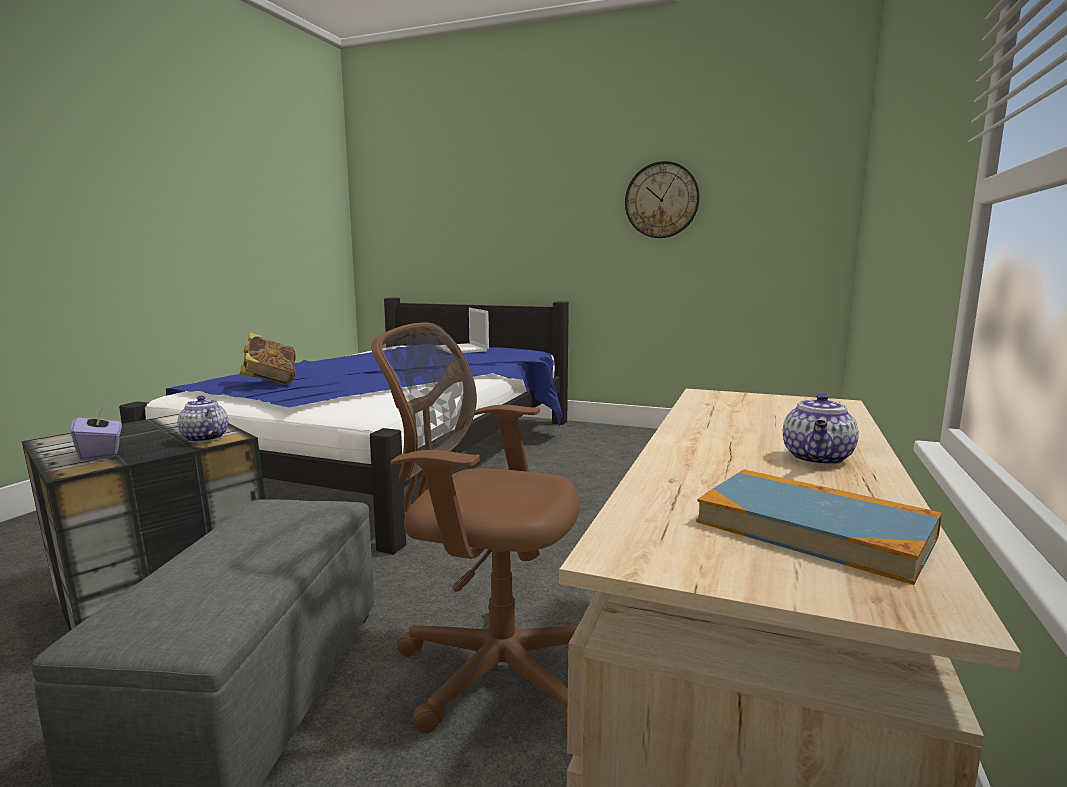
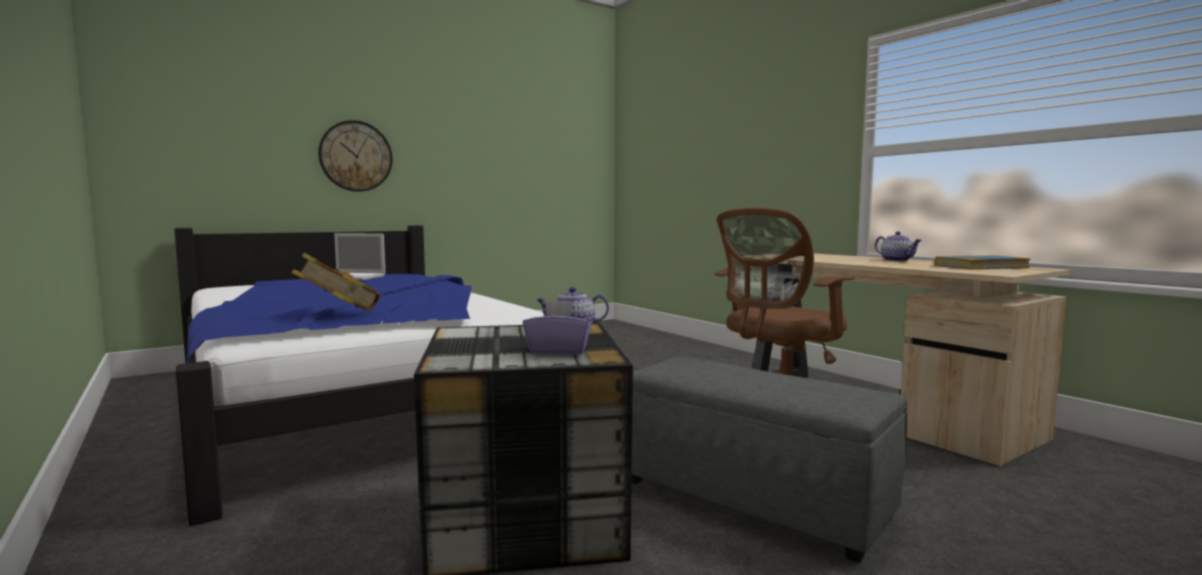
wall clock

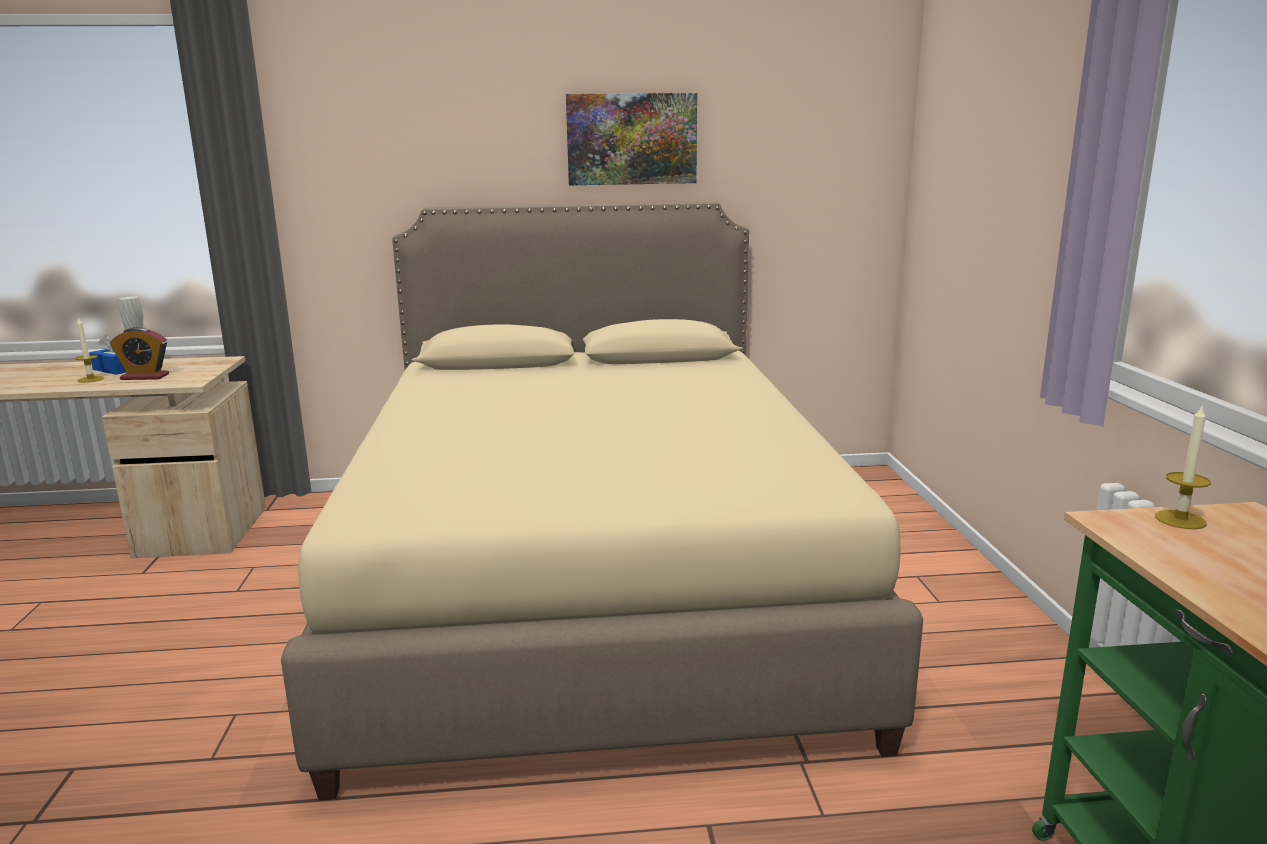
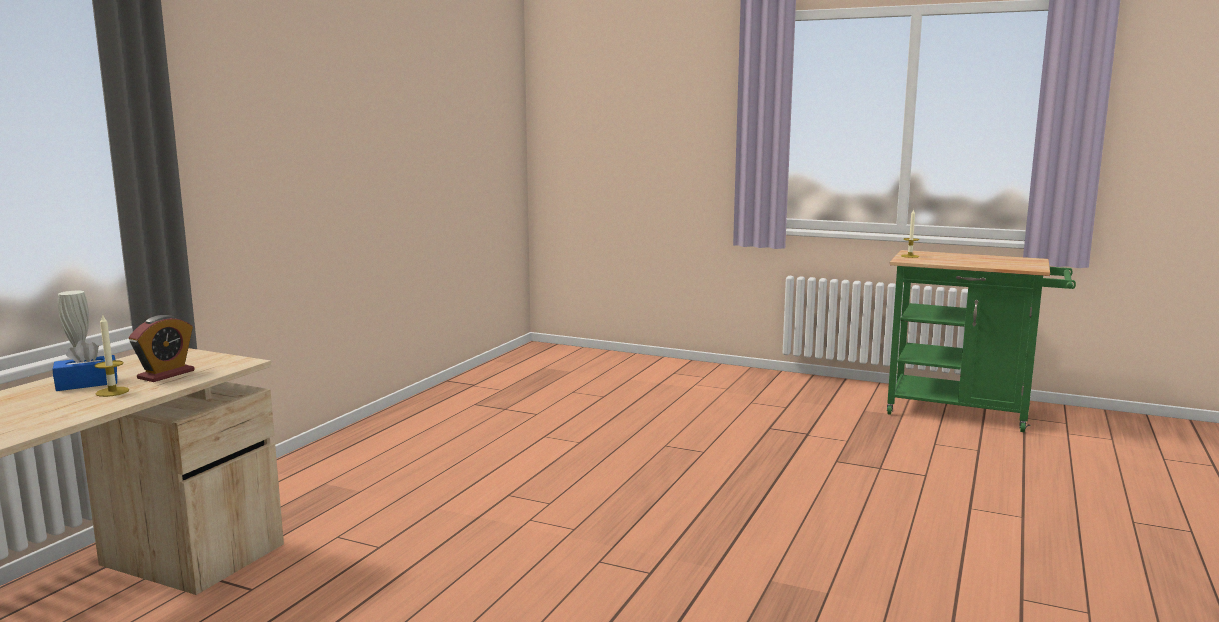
beige bed; picture

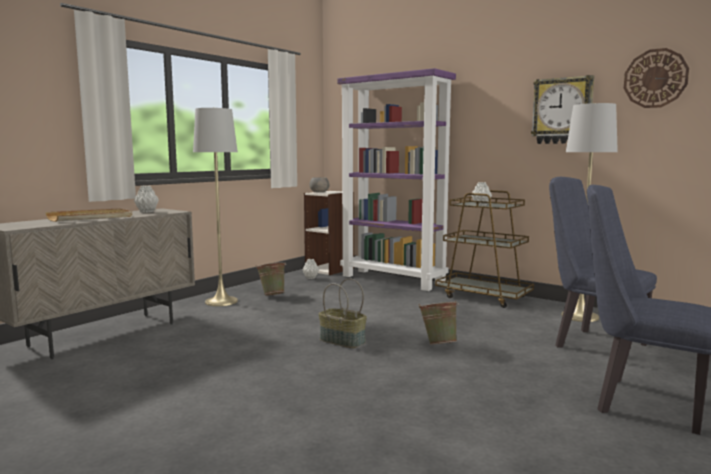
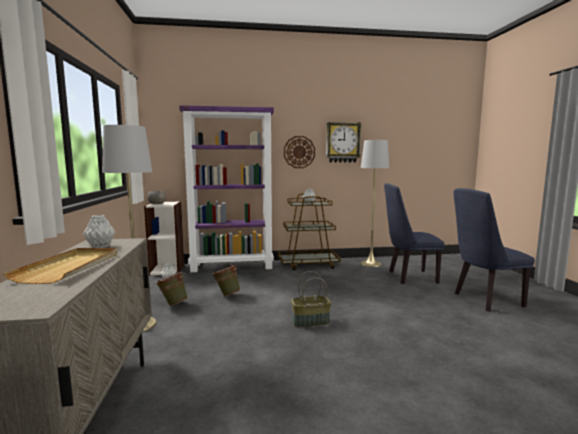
green bucket (2nd from left); wall clock (1st from left)

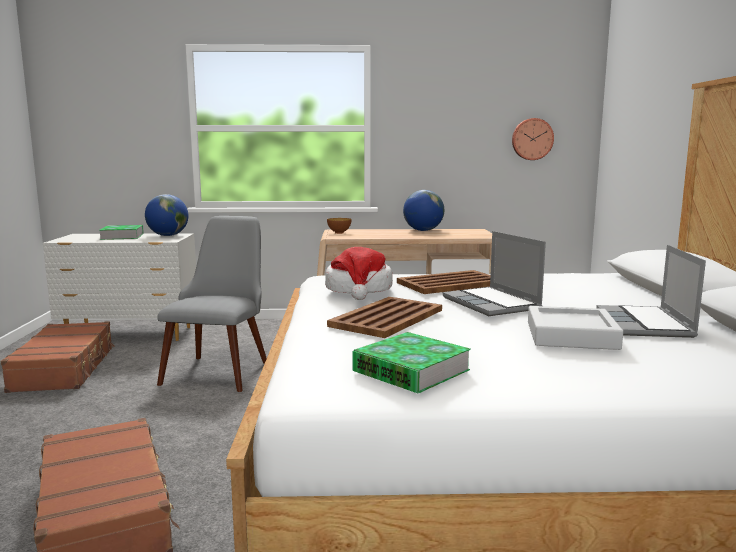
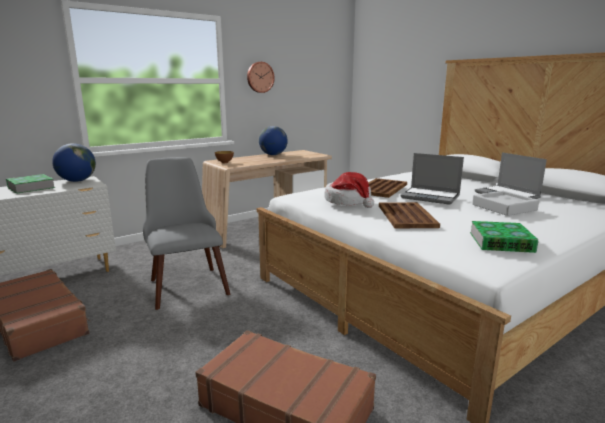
wall clock

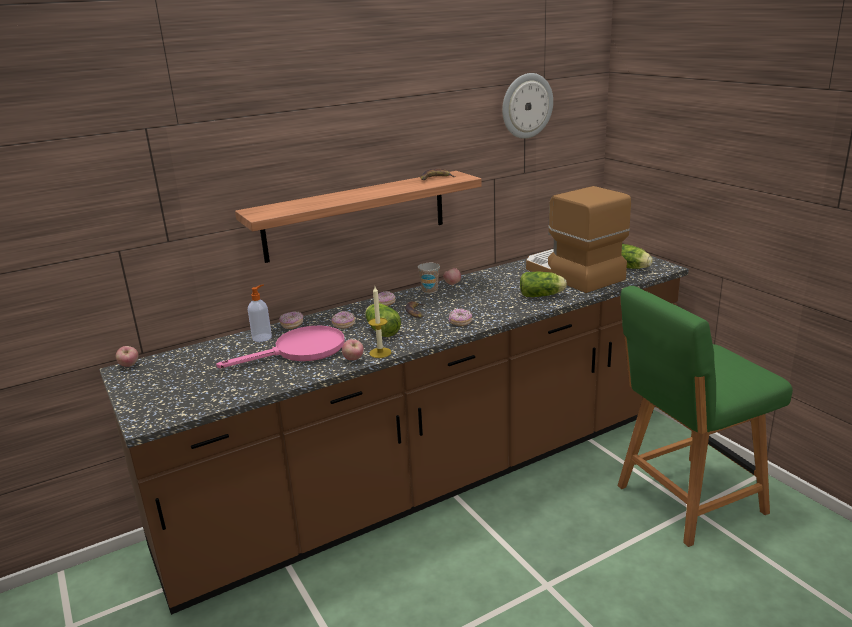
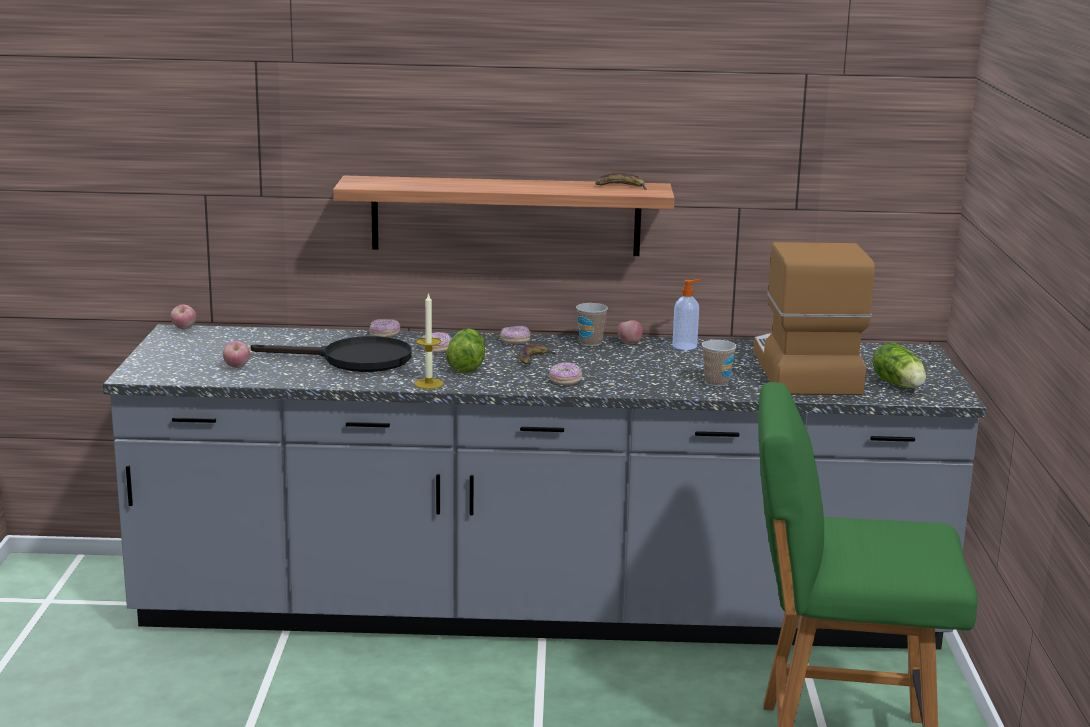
grey counter; black frying pan; soap dispenser; apple (2nd from left); wall clock; cup (2nd from left)

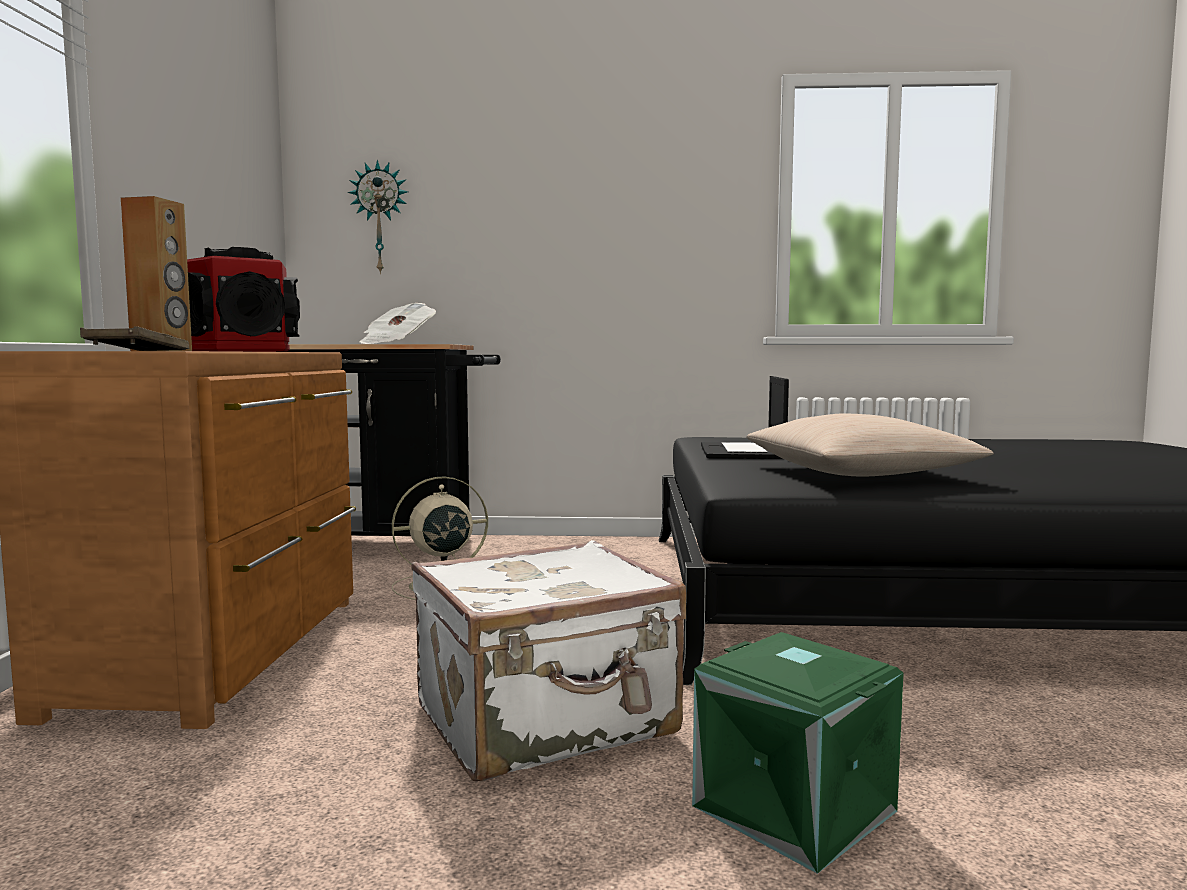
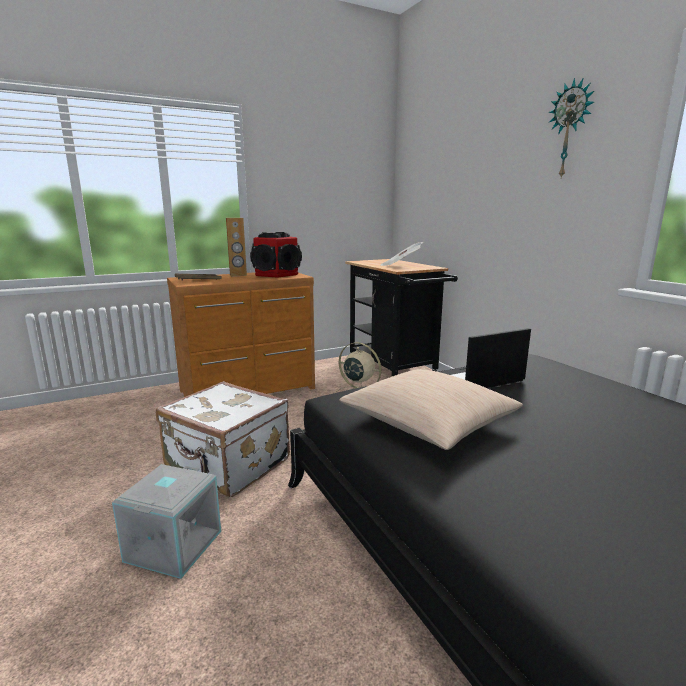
wall clock; grey storage box

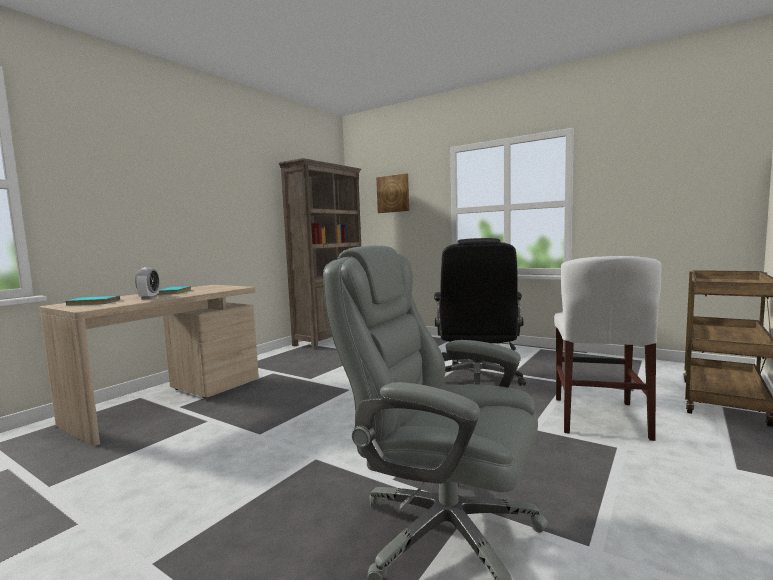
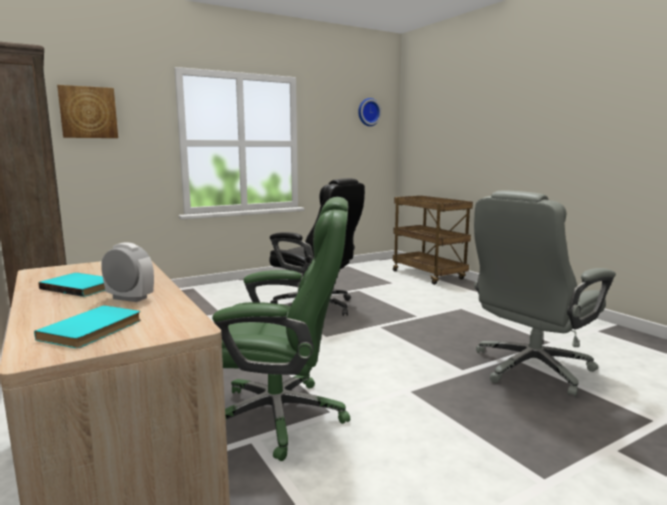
white chair; green office chair; wall clock

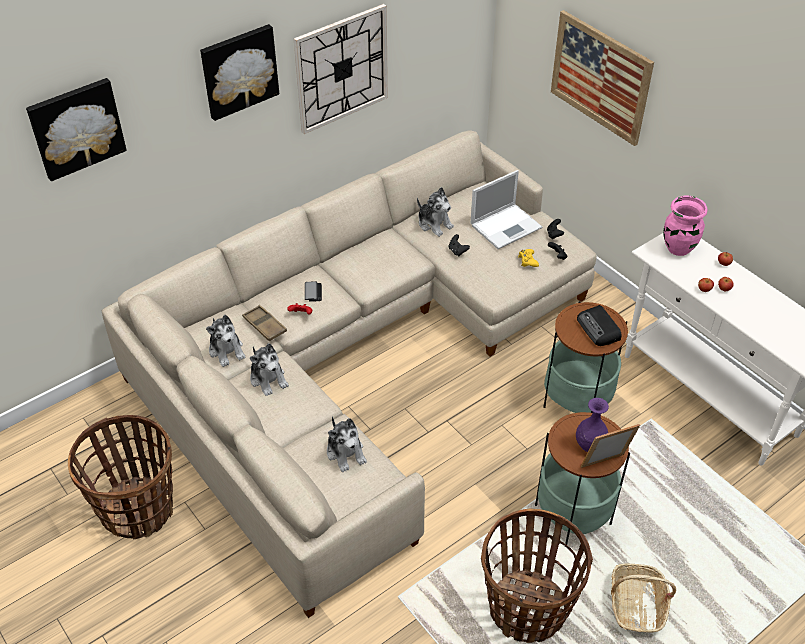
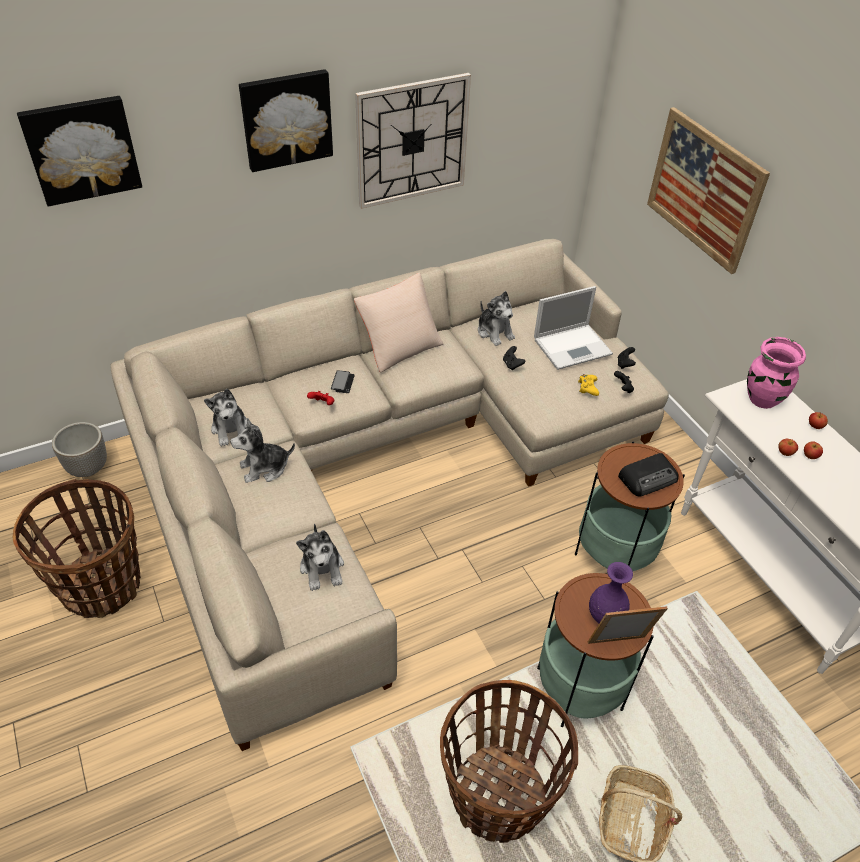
brown tray; plush toy (2nd from left); radio; planter; beige pillow

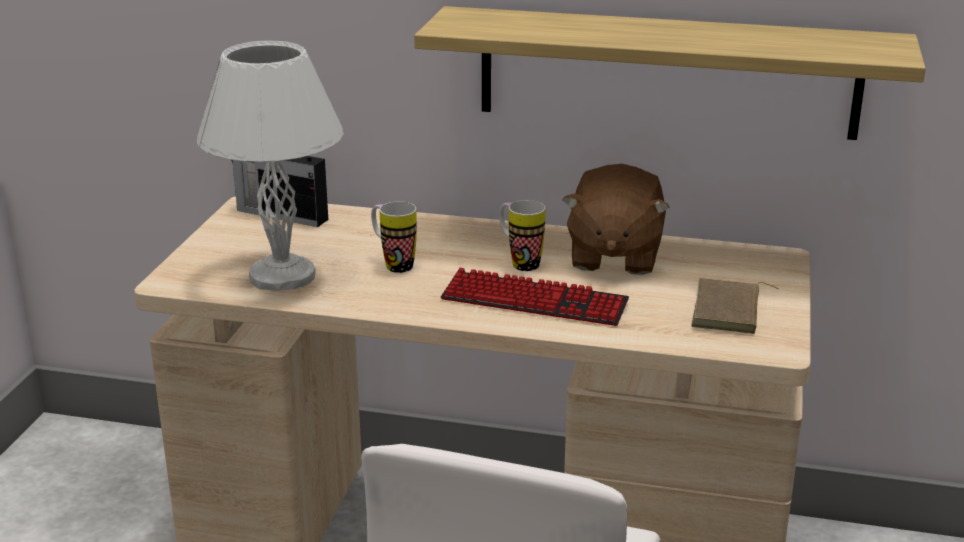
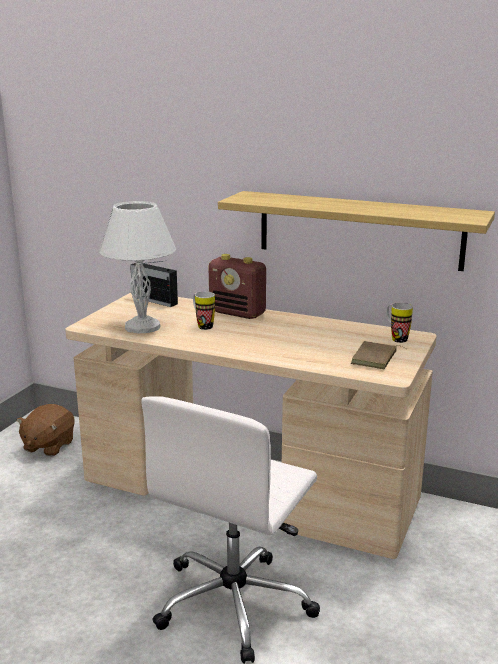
keyboard; mug (2nd from left); brown plush toy; radio (2nd from left)

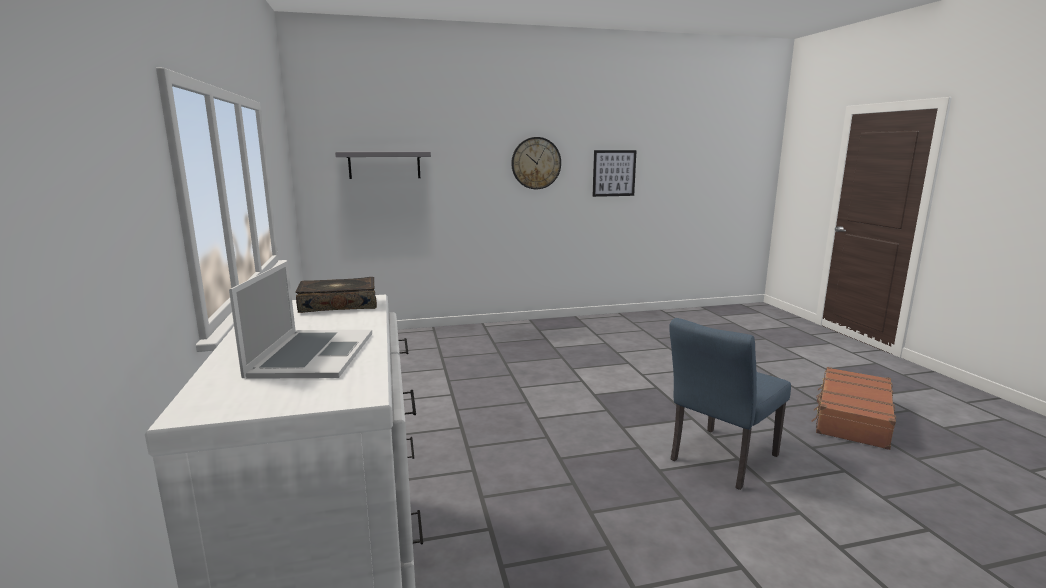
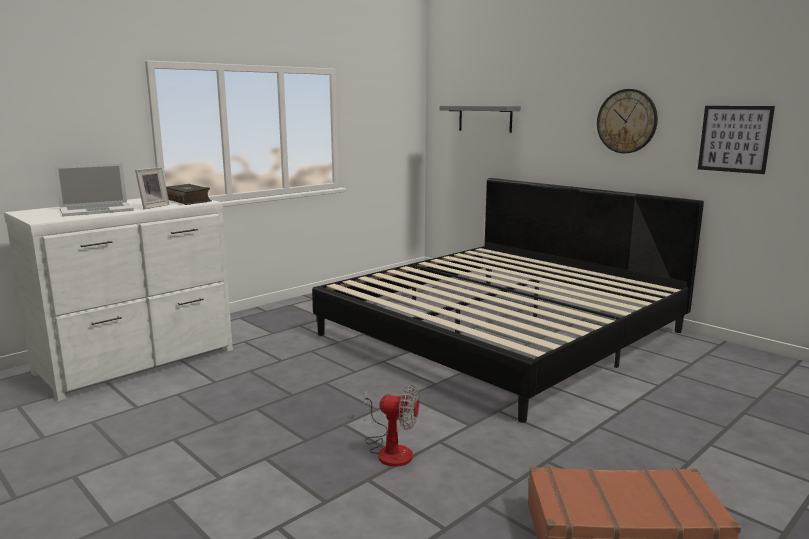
fan; picture frame; bed

